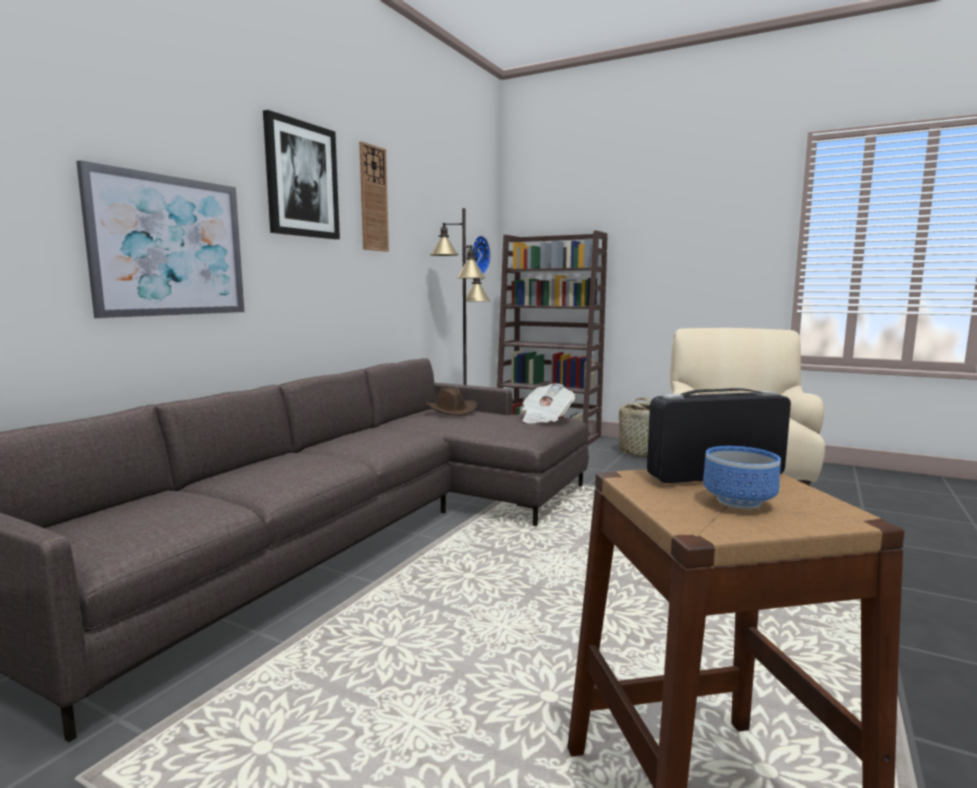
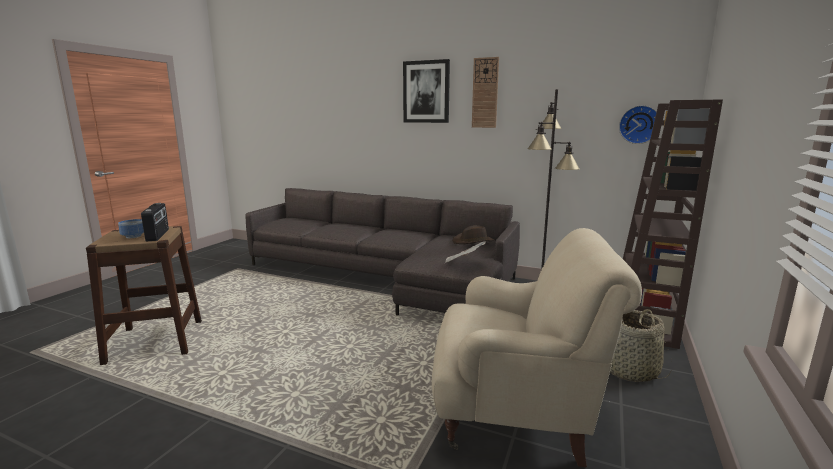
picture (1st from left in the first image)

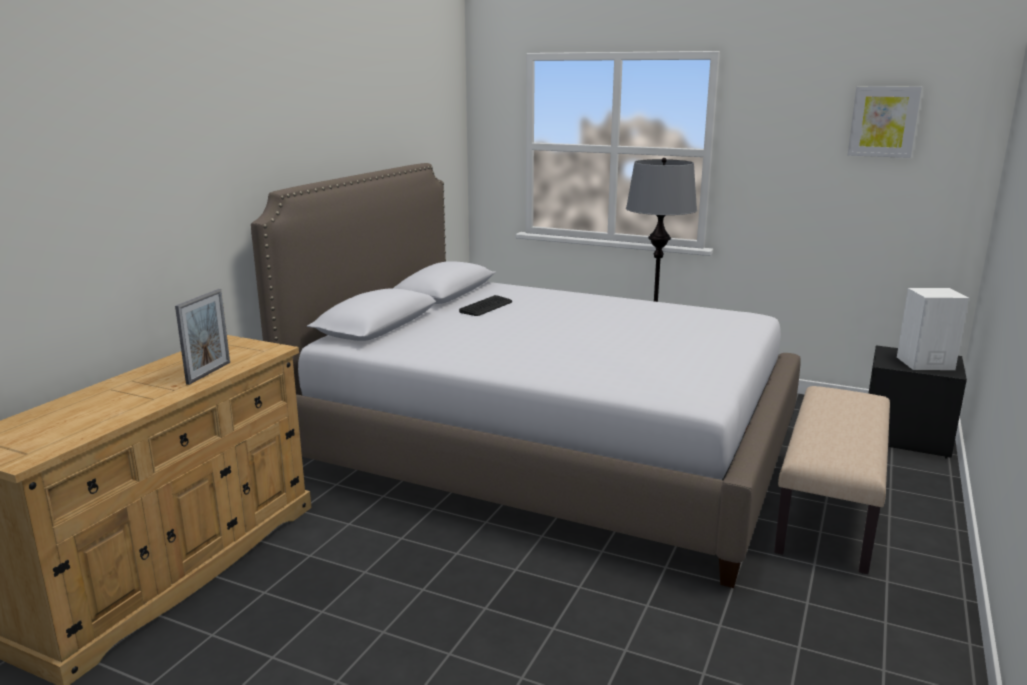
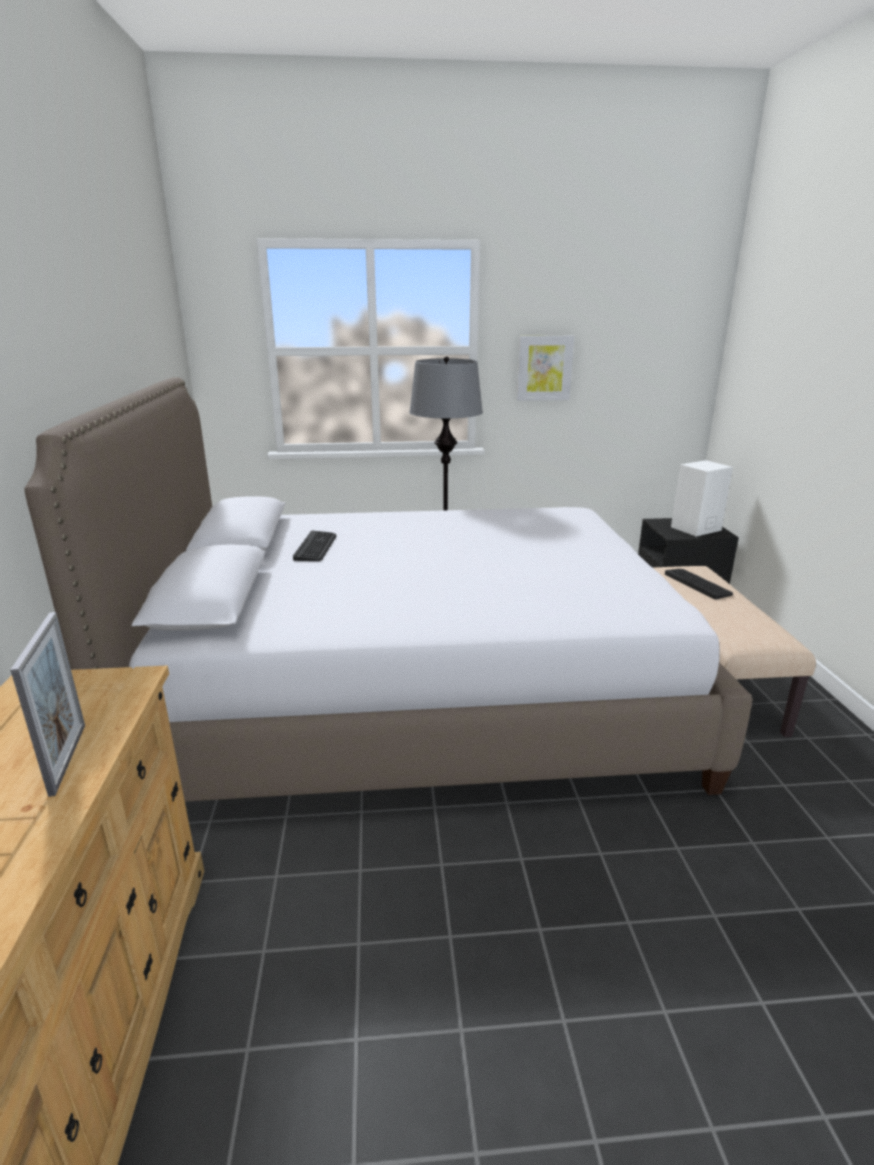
picture; keyboard (2nd from left)

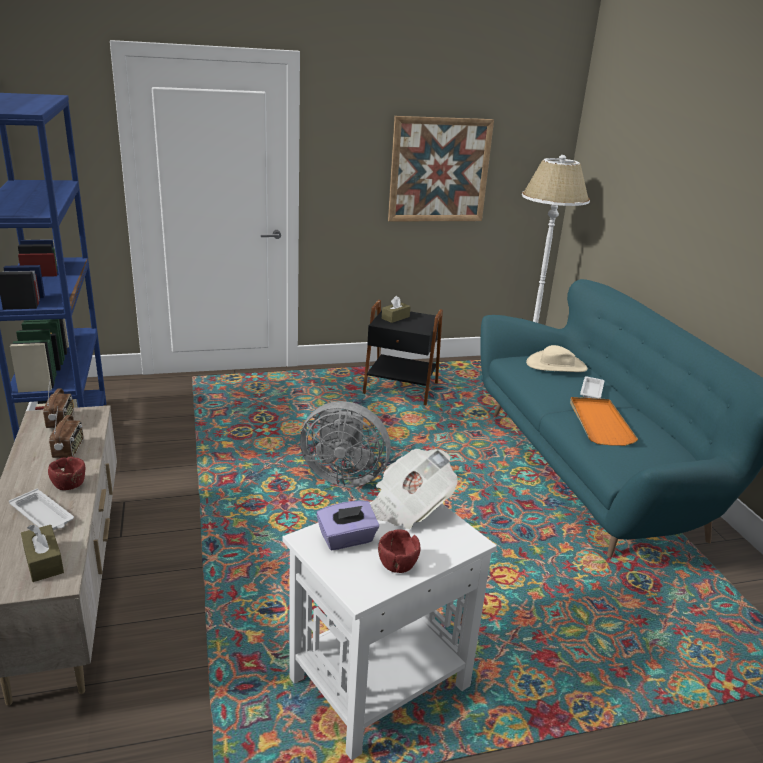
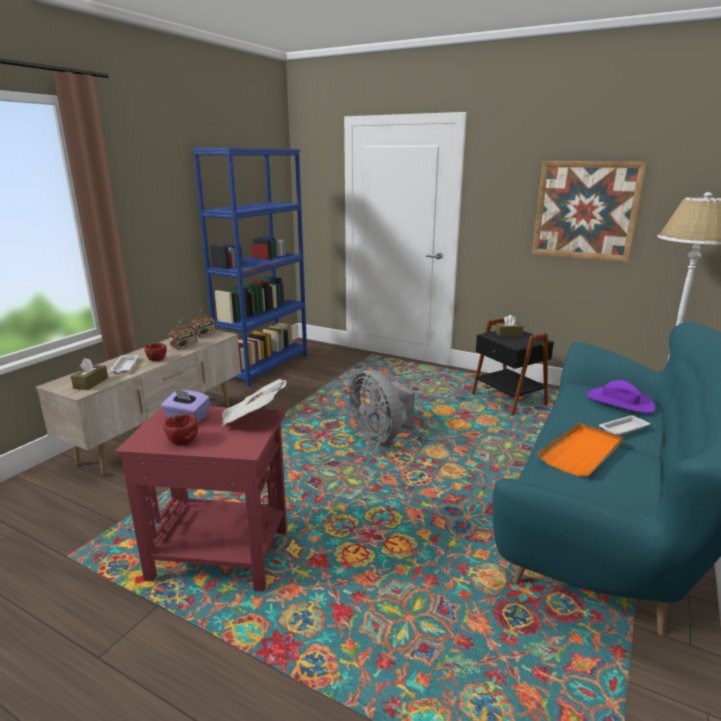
red side table; purple hat

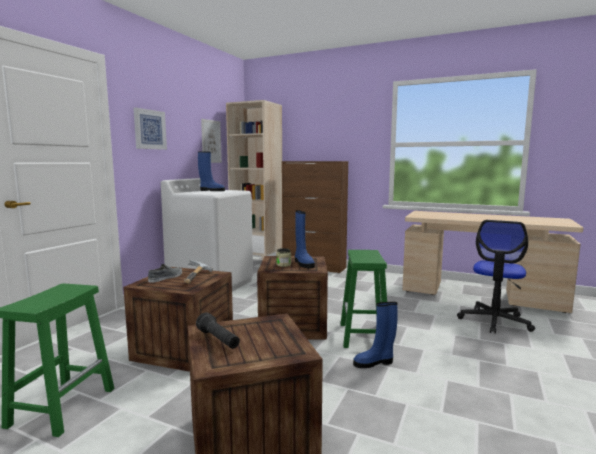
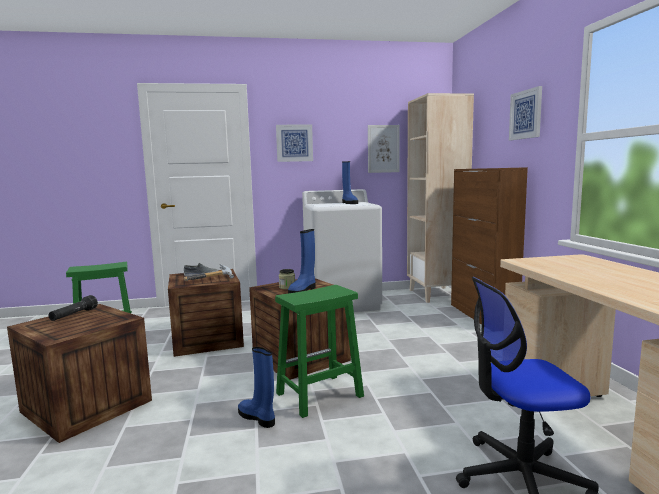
picture (3rd from left)

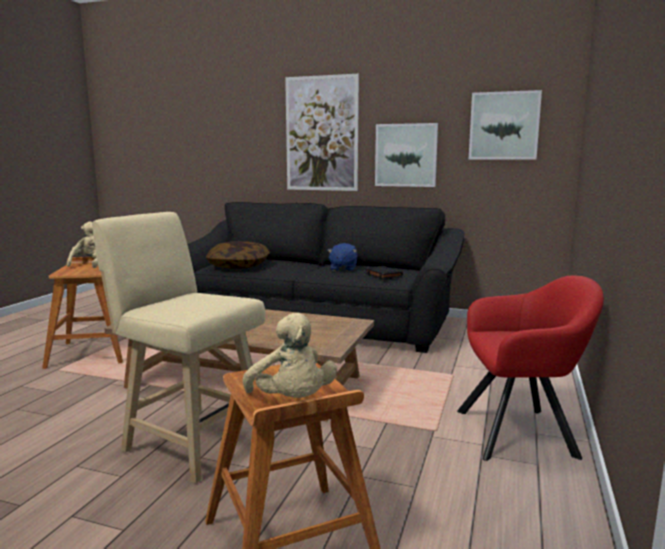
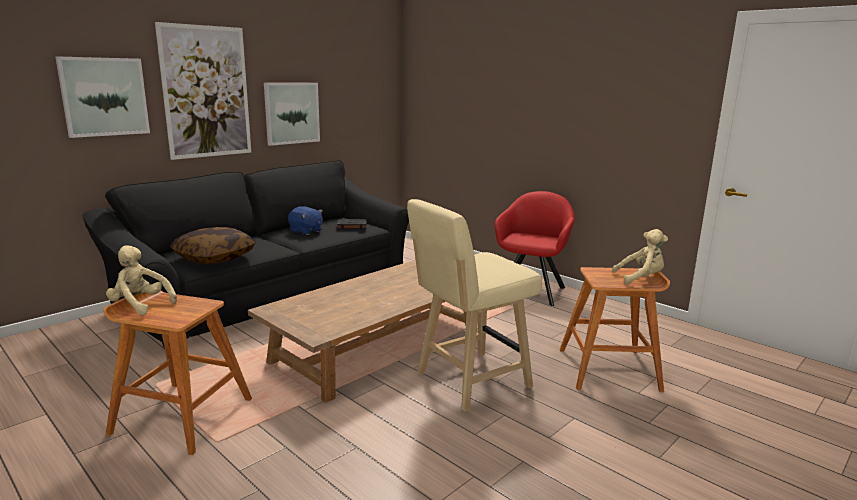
picture (1st from left)

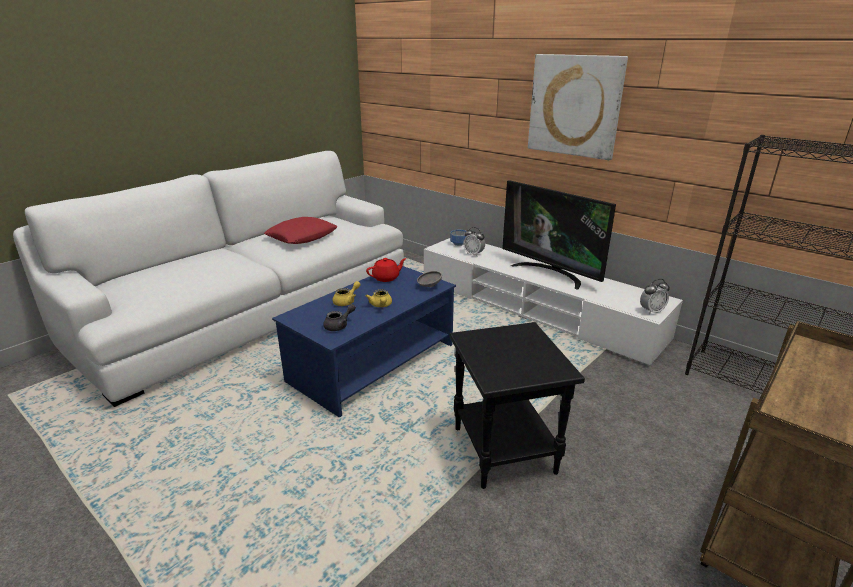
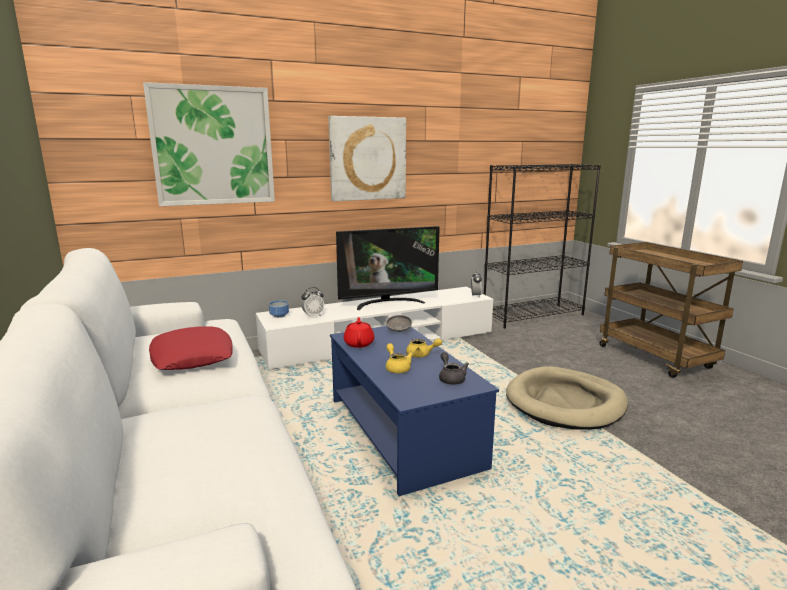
beige dog bed; picture (1st from left)

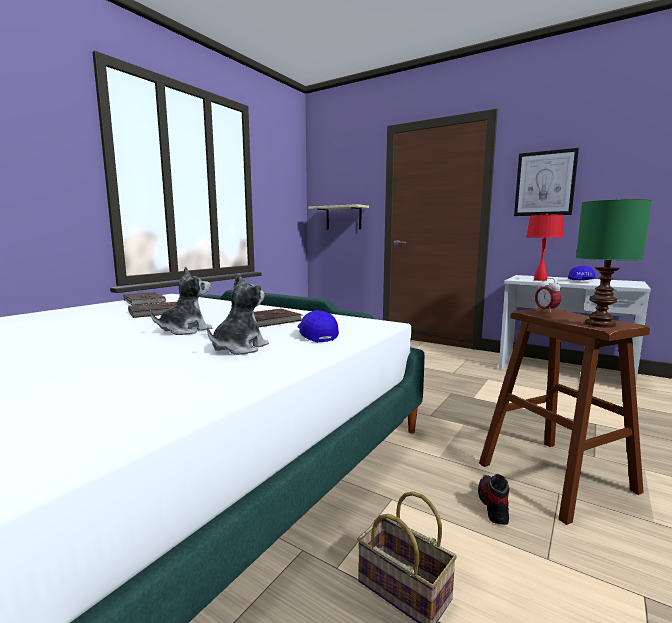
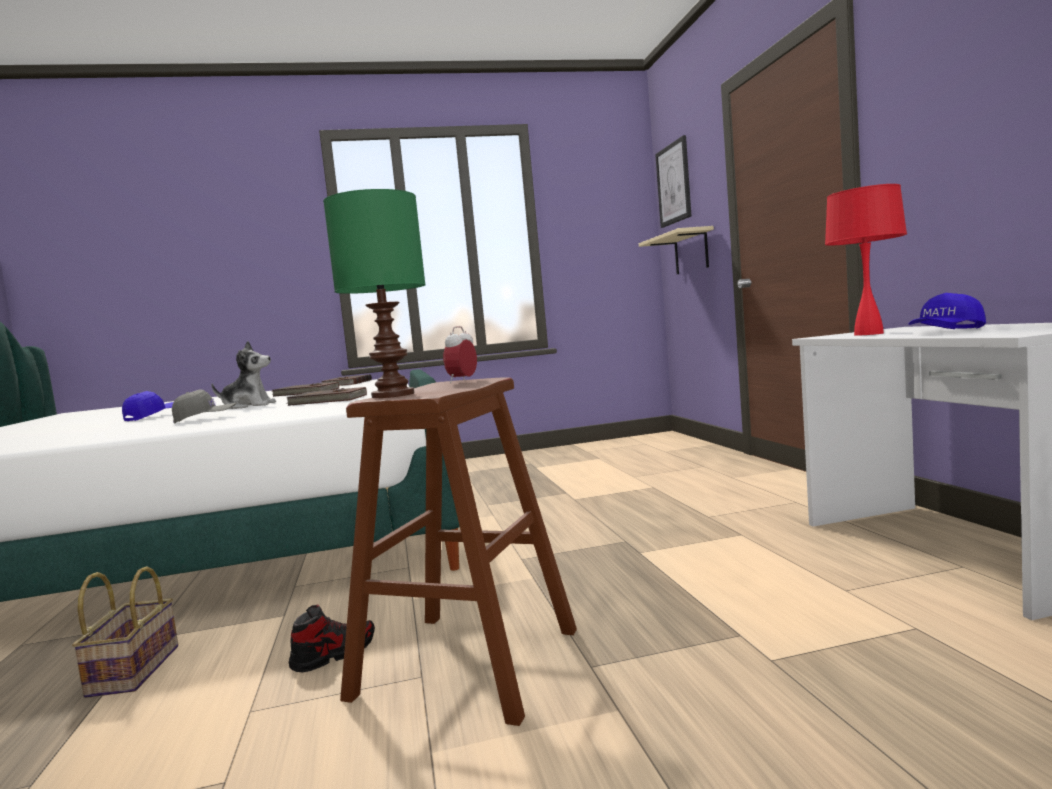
grey cap; blue cap (1st from left); picture

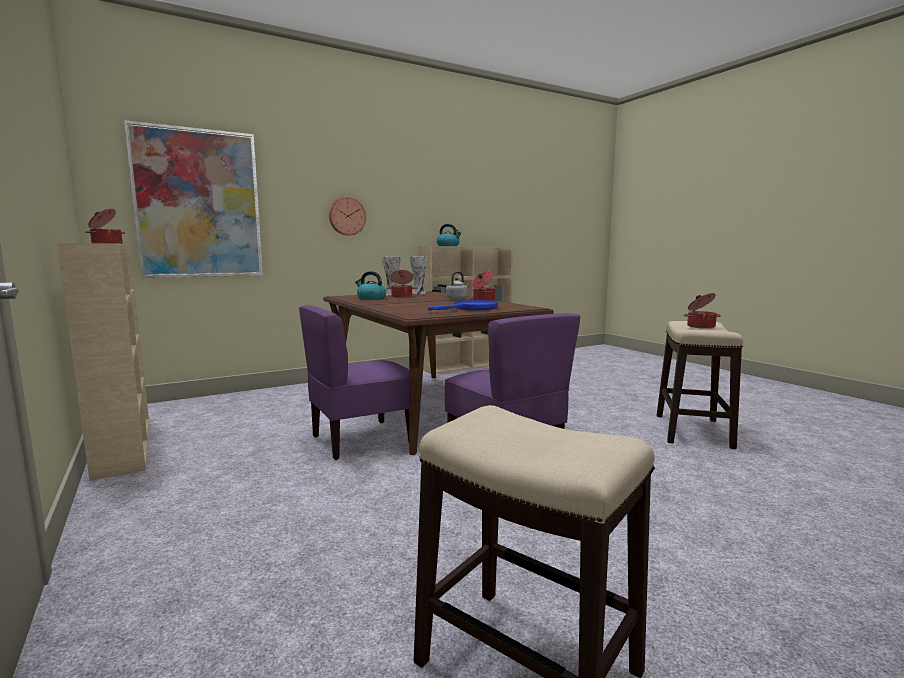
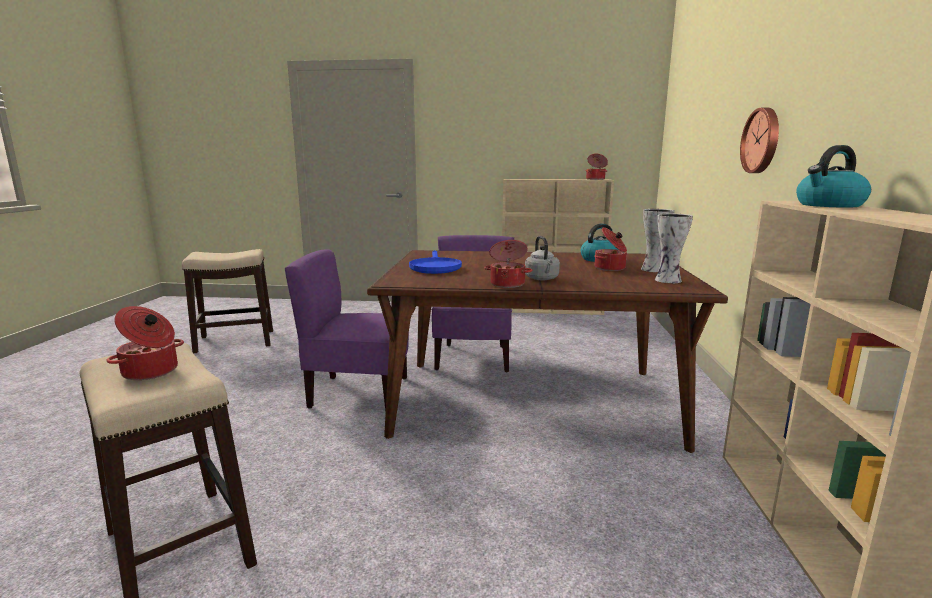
picture

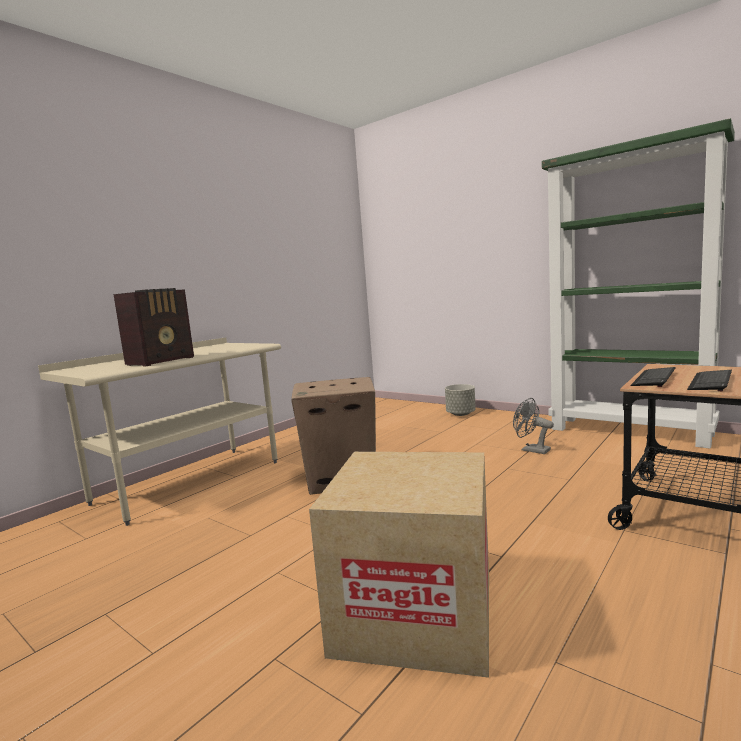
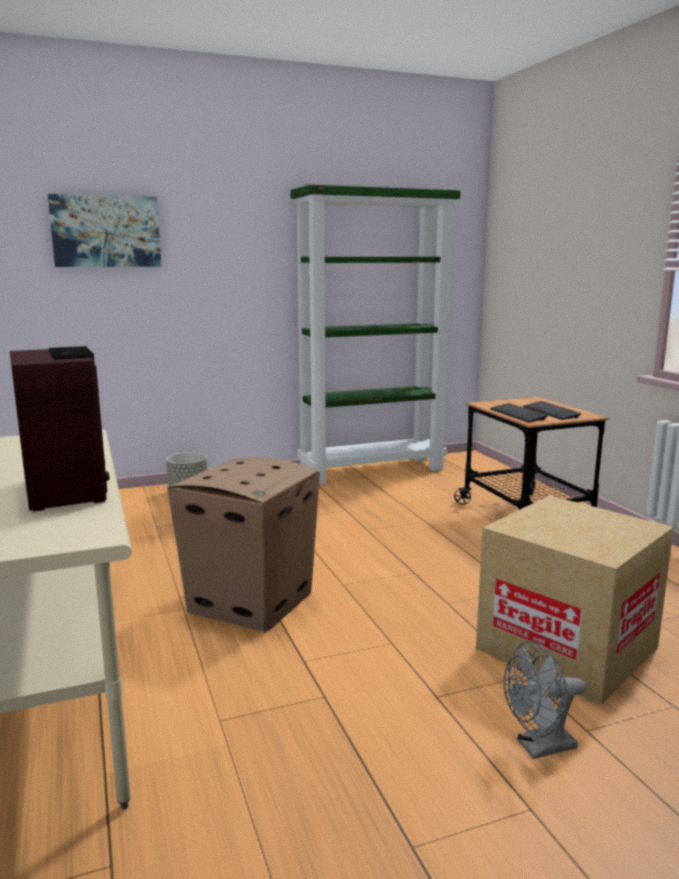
grey fan; picture

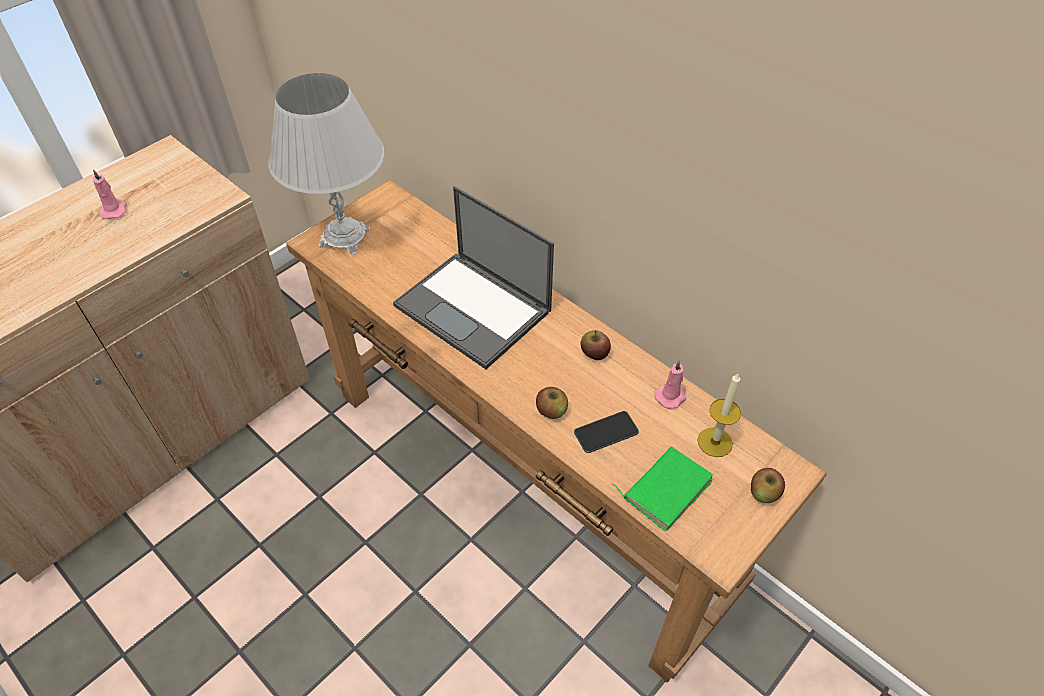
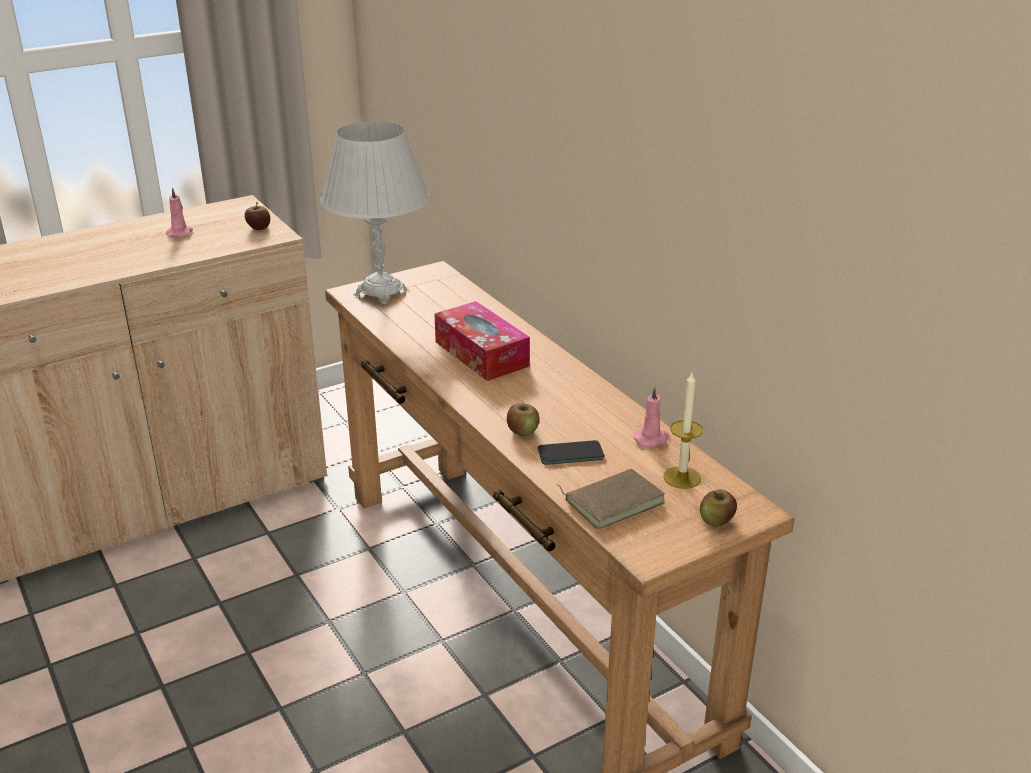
tissue box; apple (1st from left); brown book

